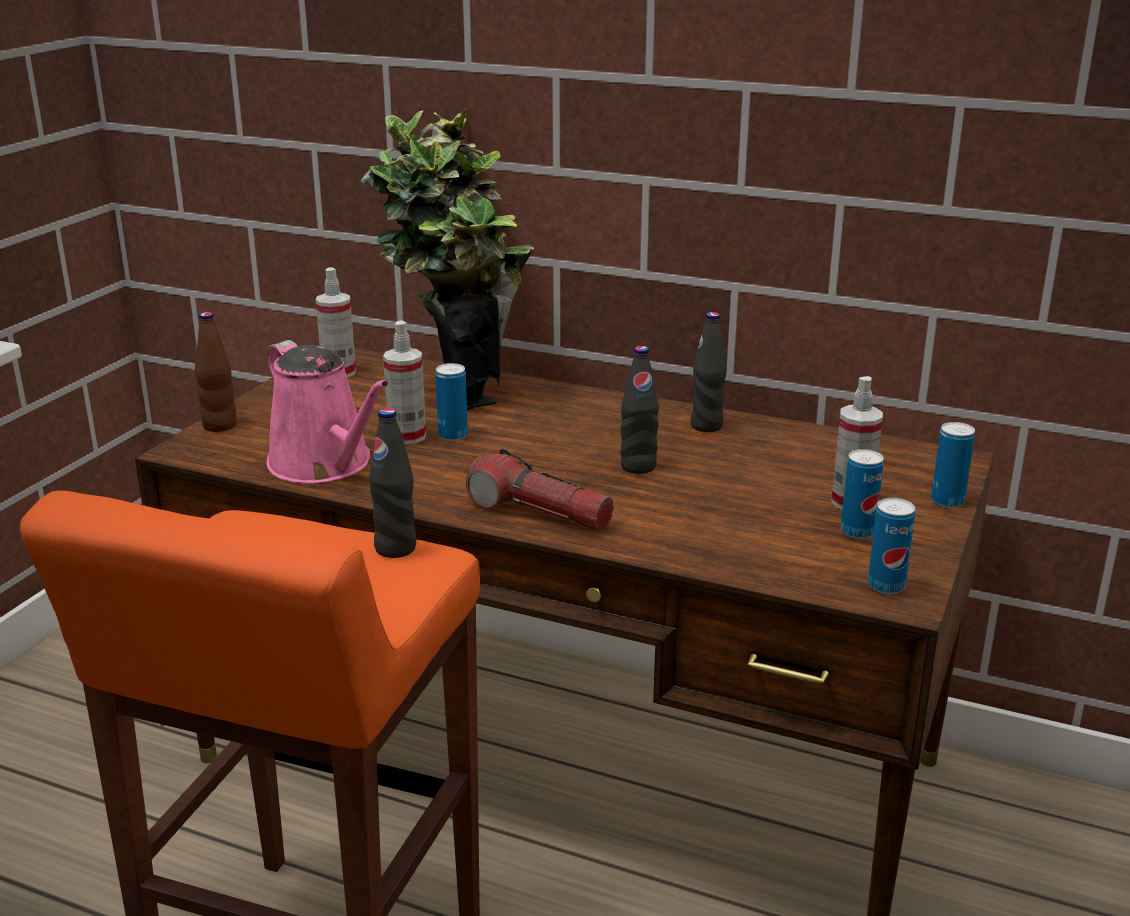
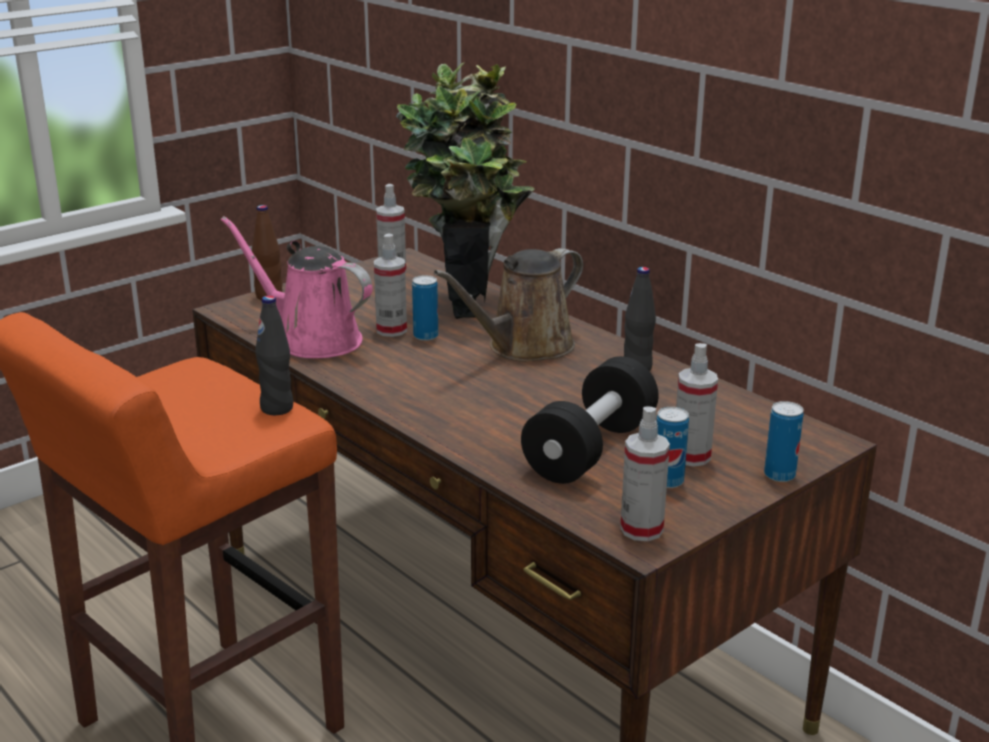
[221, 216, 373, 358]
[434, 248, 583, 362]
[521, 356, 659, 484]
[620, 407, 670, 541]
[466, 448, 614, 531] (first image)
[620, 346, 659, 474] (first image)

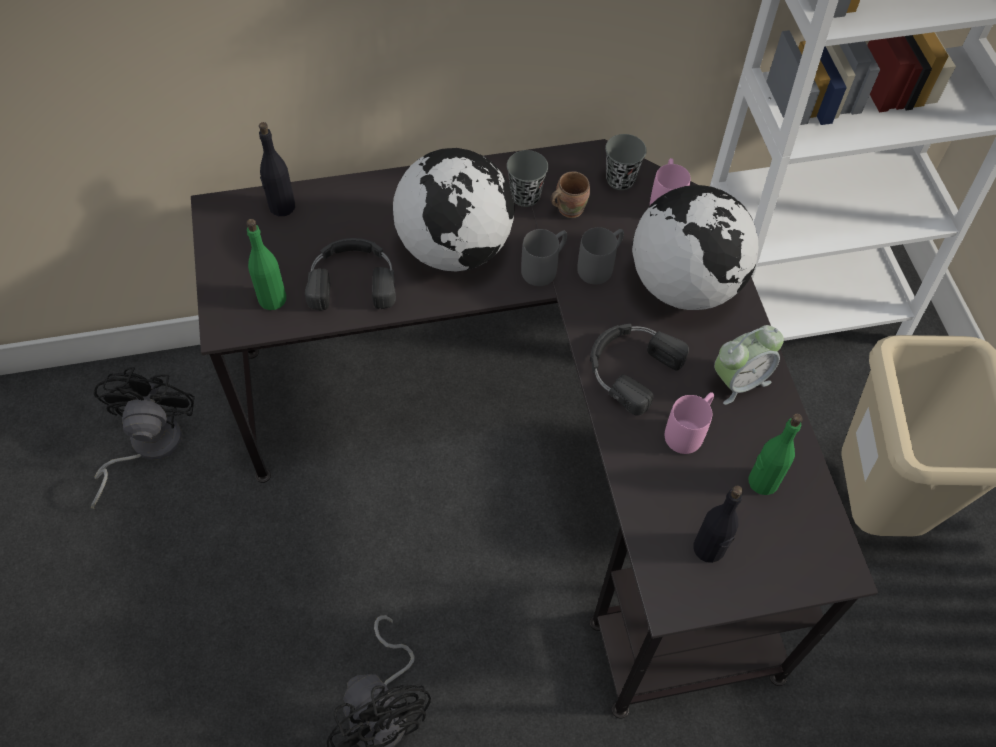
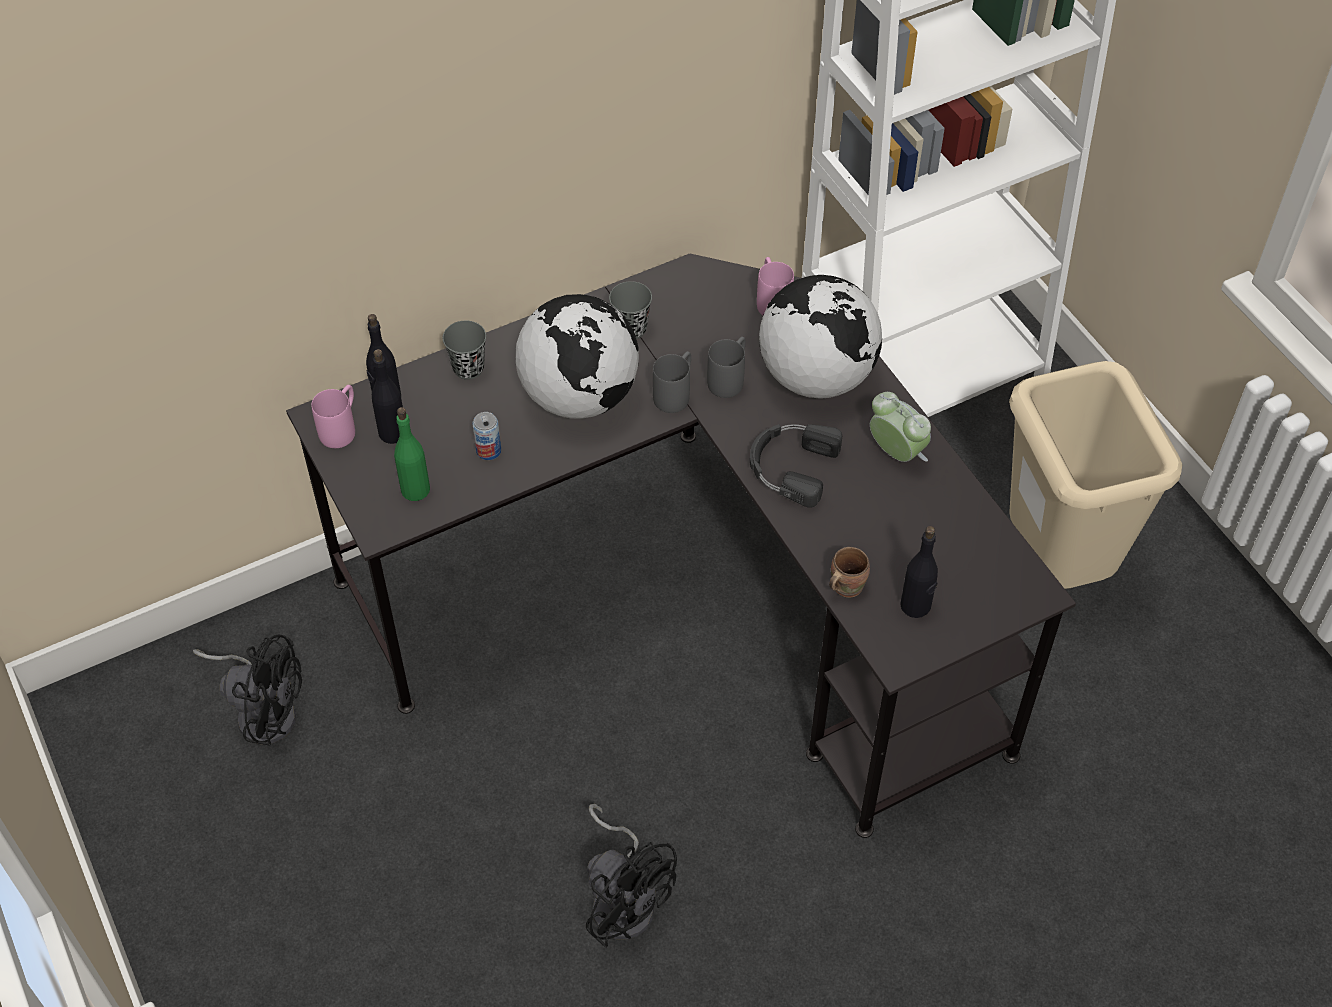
[193, 634, 302, 746]
[311, 385, 355, 448]
[372, 349, 403, 444]
[443, 321, 486, 380]
[472, 412, 501, 460]
[829, 547, 870, 598]
[870, 392, 931, 462]
[749, 414, 803, 495] (first image)

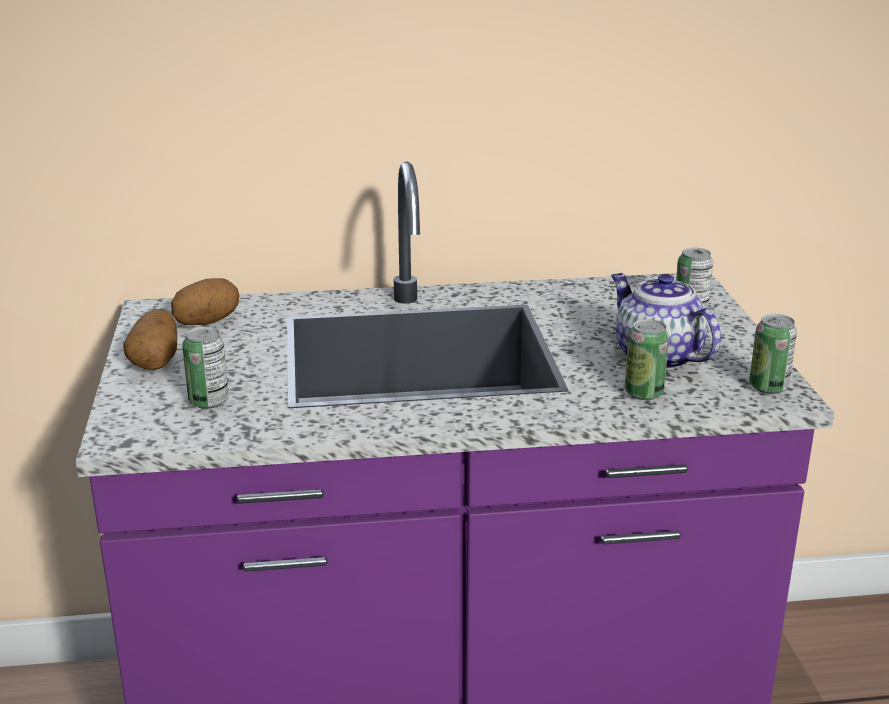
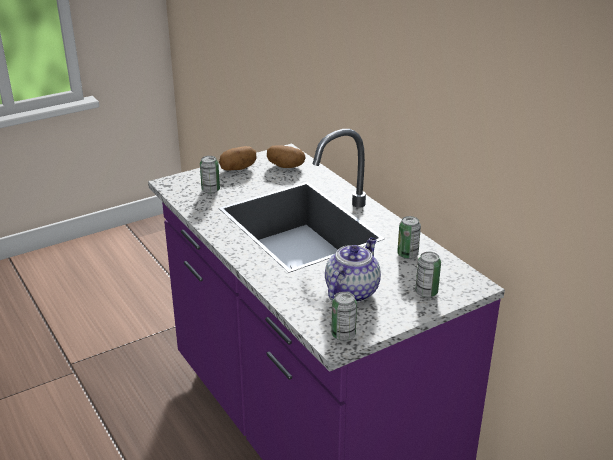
[397, 216, 421, 259]

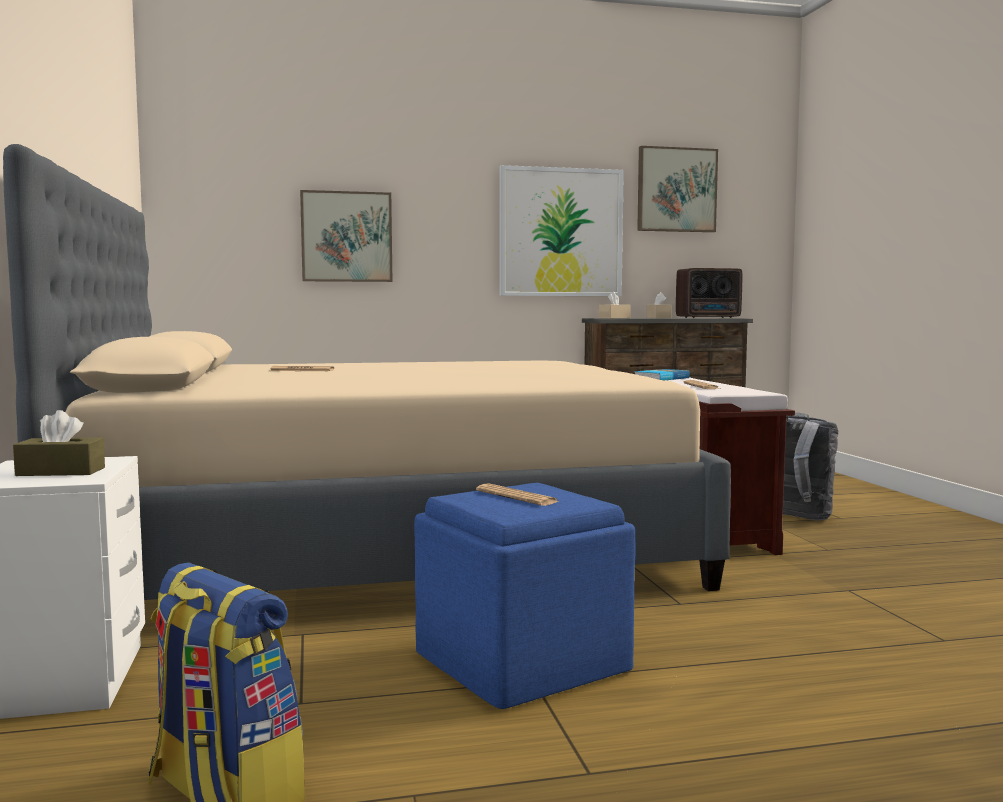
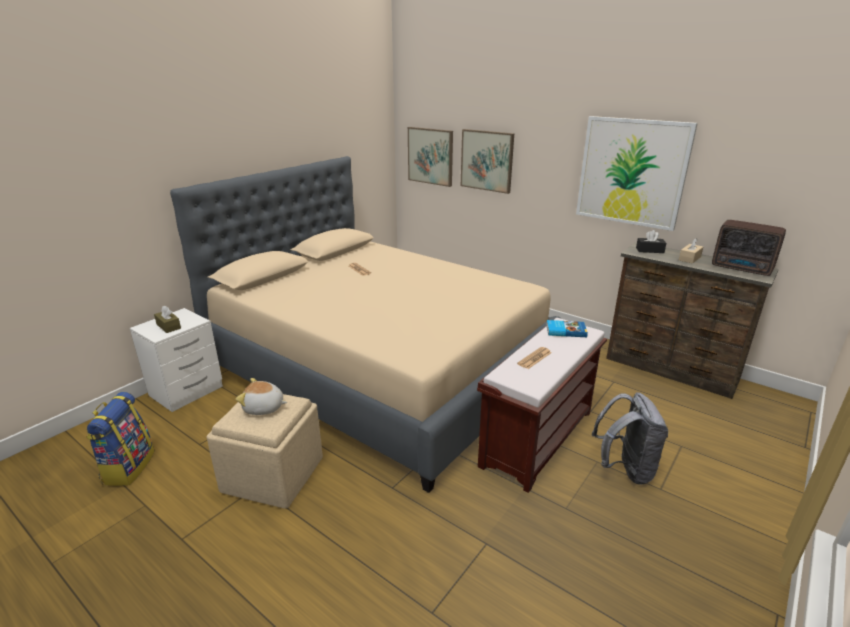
[207, 394, 323, 509]
[236, 378, 287, 415]
[408, 127, 453, 187]
[636, 230, 666, 253]

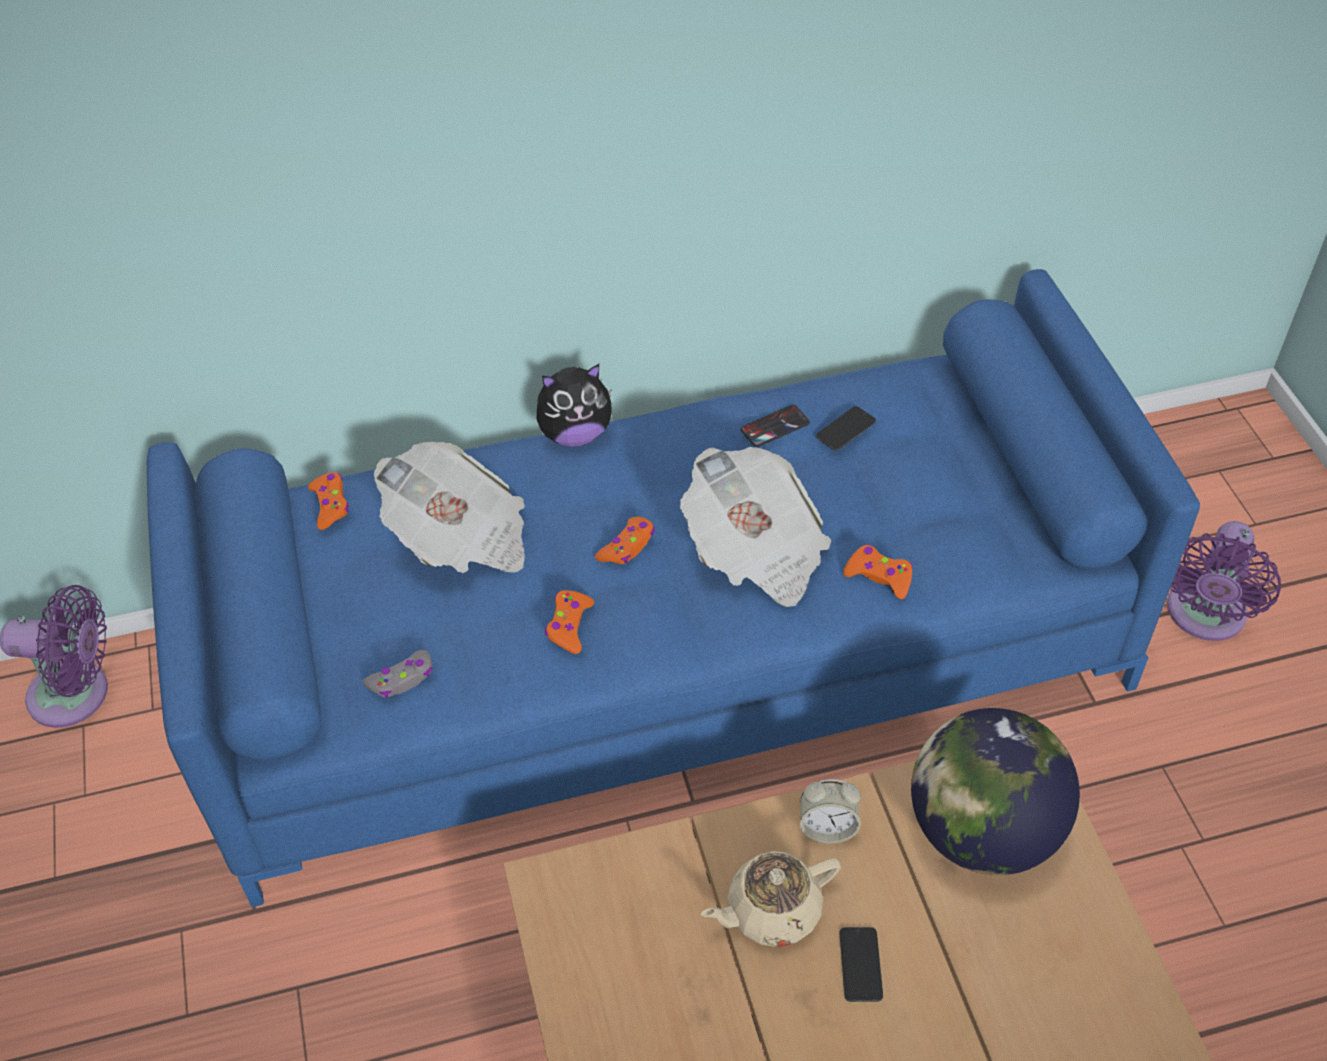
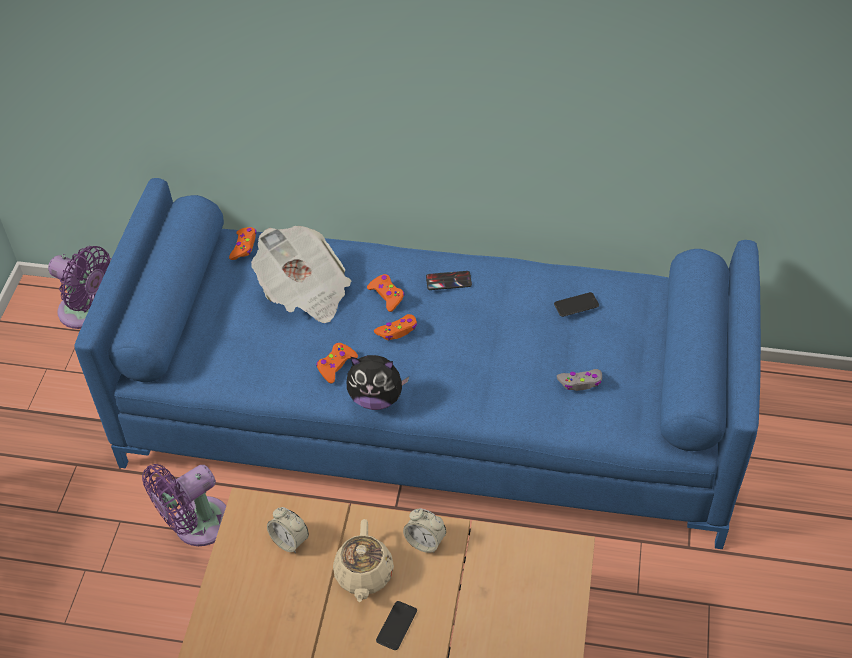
[142, 464, 226, 546]
[267, 507, 309, 553]
[333, 519, 394, 603]
[347, 355, 409, 410]
[367, 274, 405, 312]
[426, 271, 472, 290]
[557, 369, 602, 391]
[680, 447, 832, 607] (first image)
[911, 708, 1080, 875] (first image)

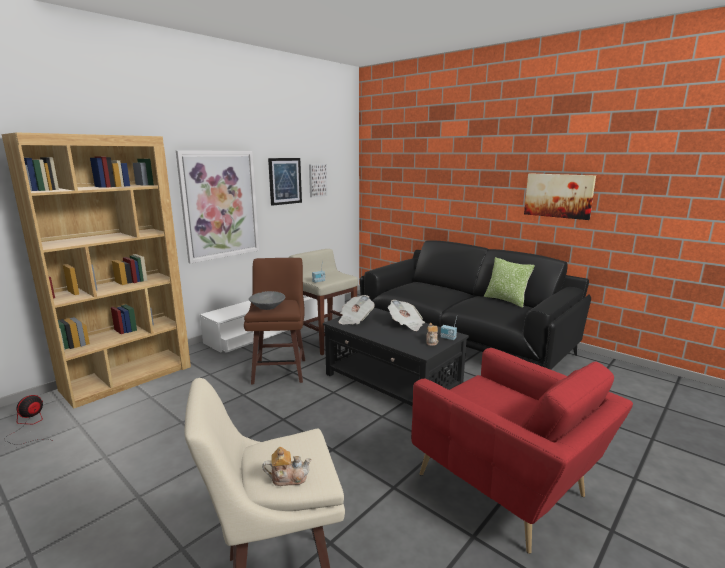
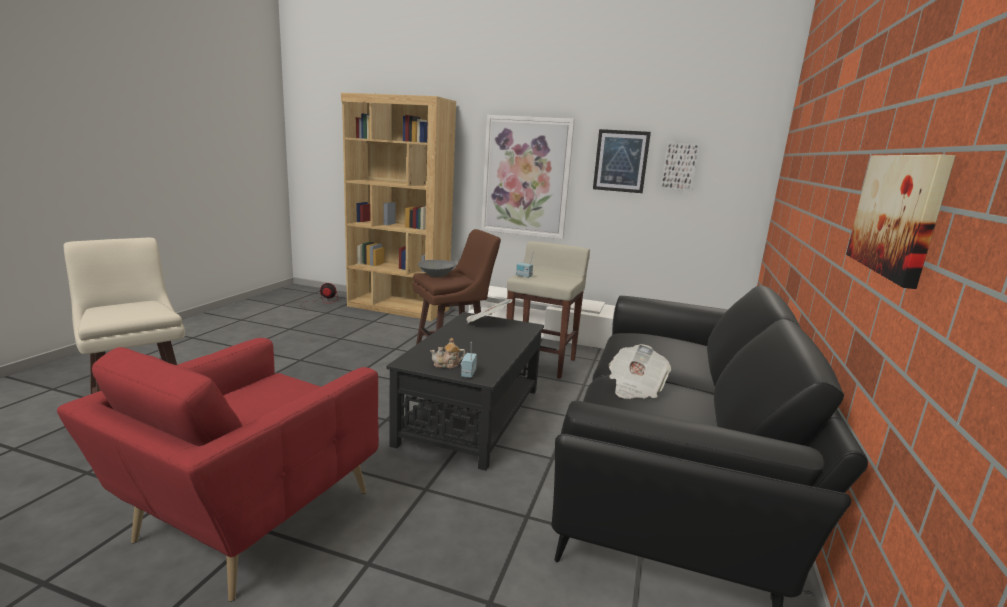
[608, 344, 671, 399]
[262, 447, 312, 486] (first image)
[484, 257, 535, 308] (first image)

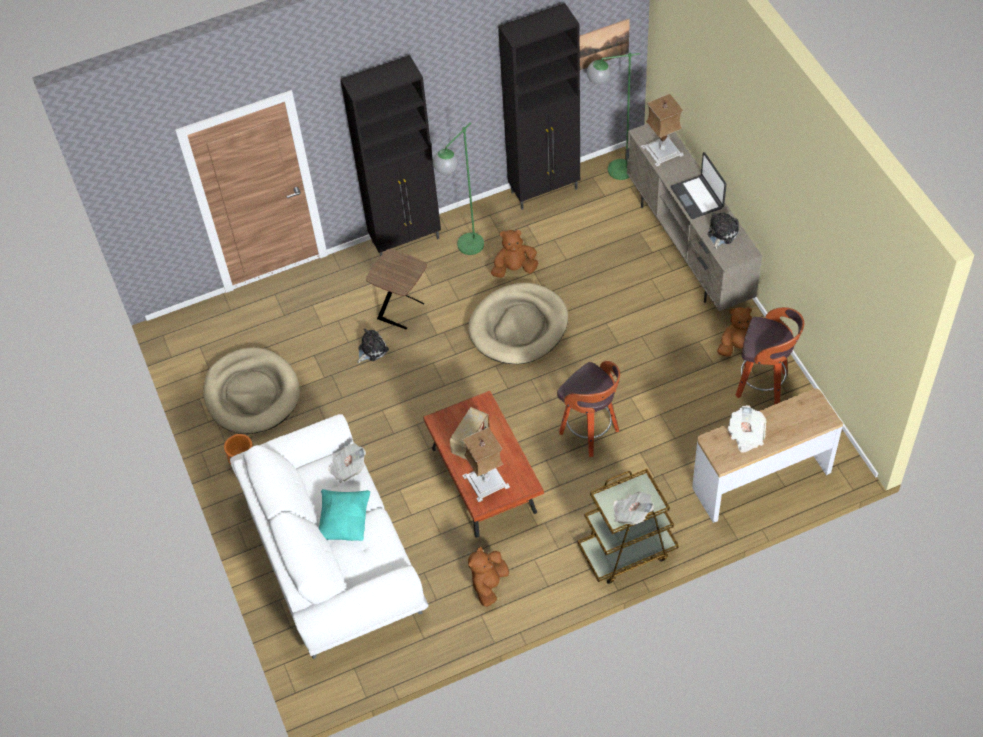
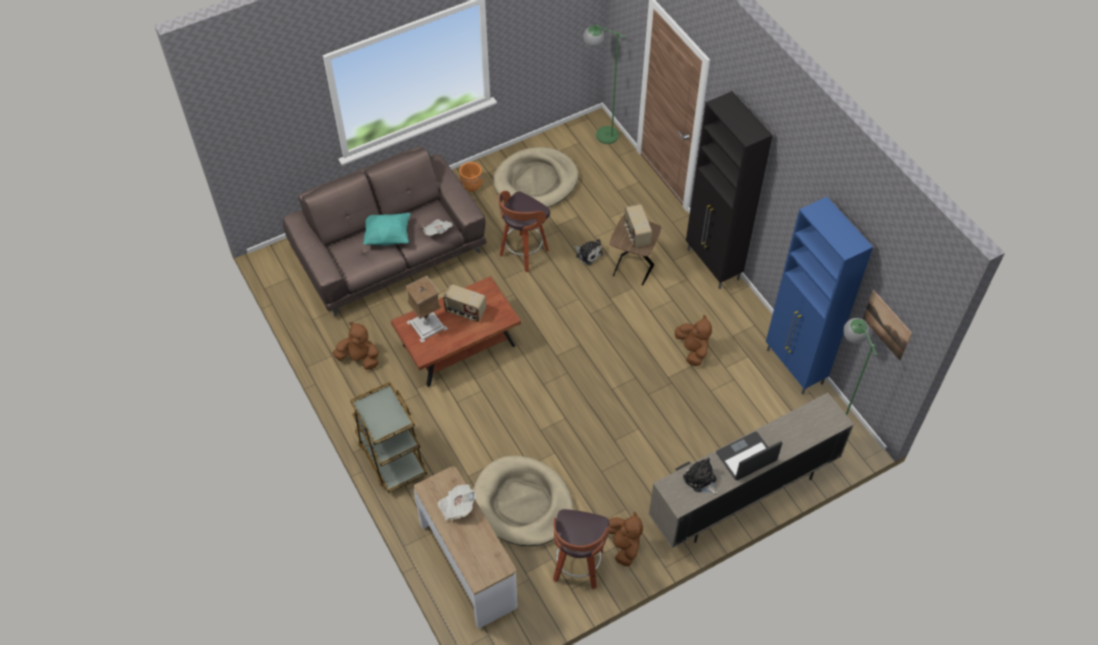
[283, 146, 487, 316]
[473, 455, 573, 546]
[498, 191, 550, 272]
[583, 25, 626, 144]
[624, 204, 652, 248]
[683, 458, 718, 495]
[766, 197, 873, 395]
[613, 492, 654, 525] (first image)
[641, 94, 684, 167] (first image)

